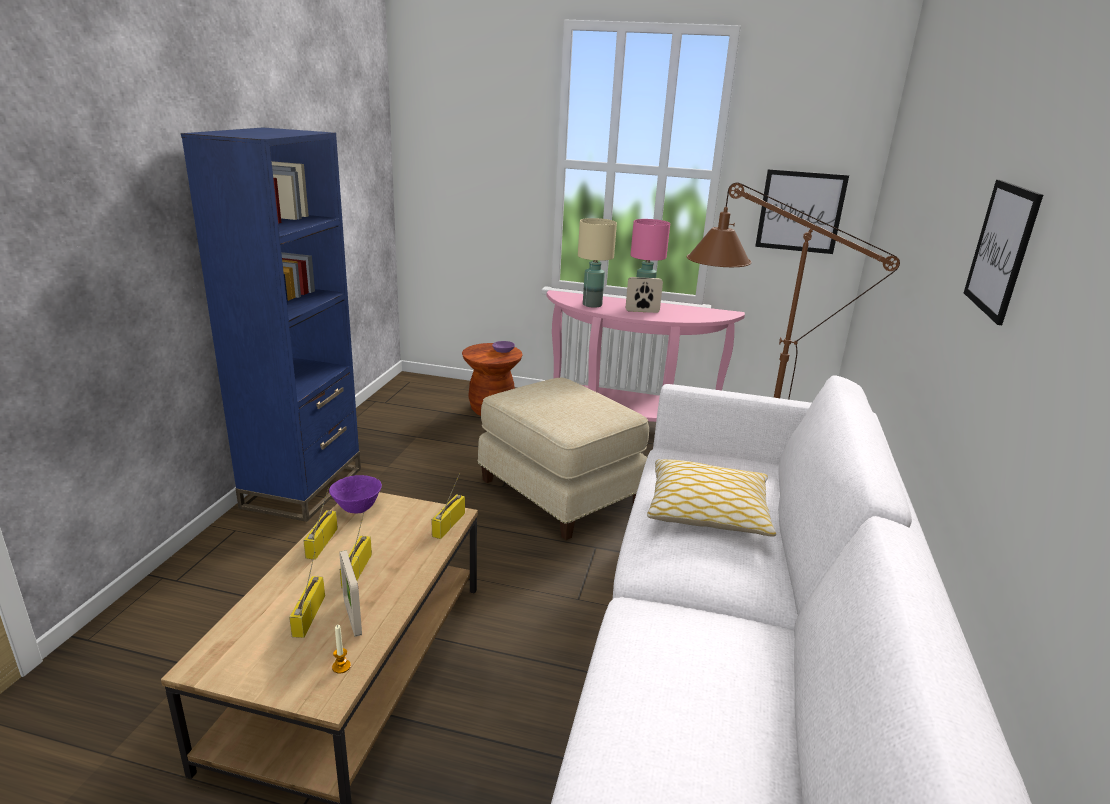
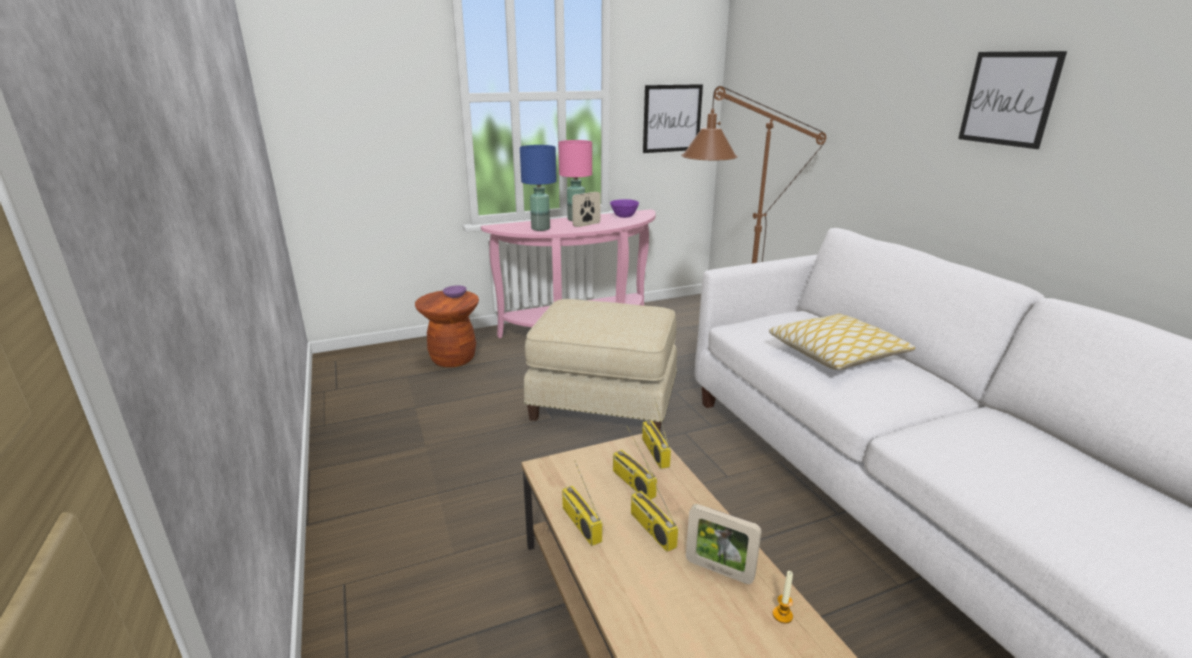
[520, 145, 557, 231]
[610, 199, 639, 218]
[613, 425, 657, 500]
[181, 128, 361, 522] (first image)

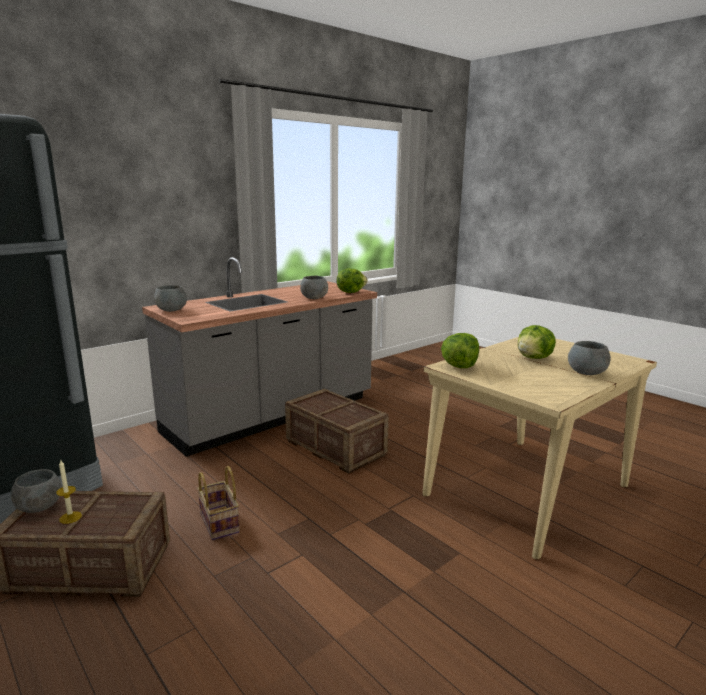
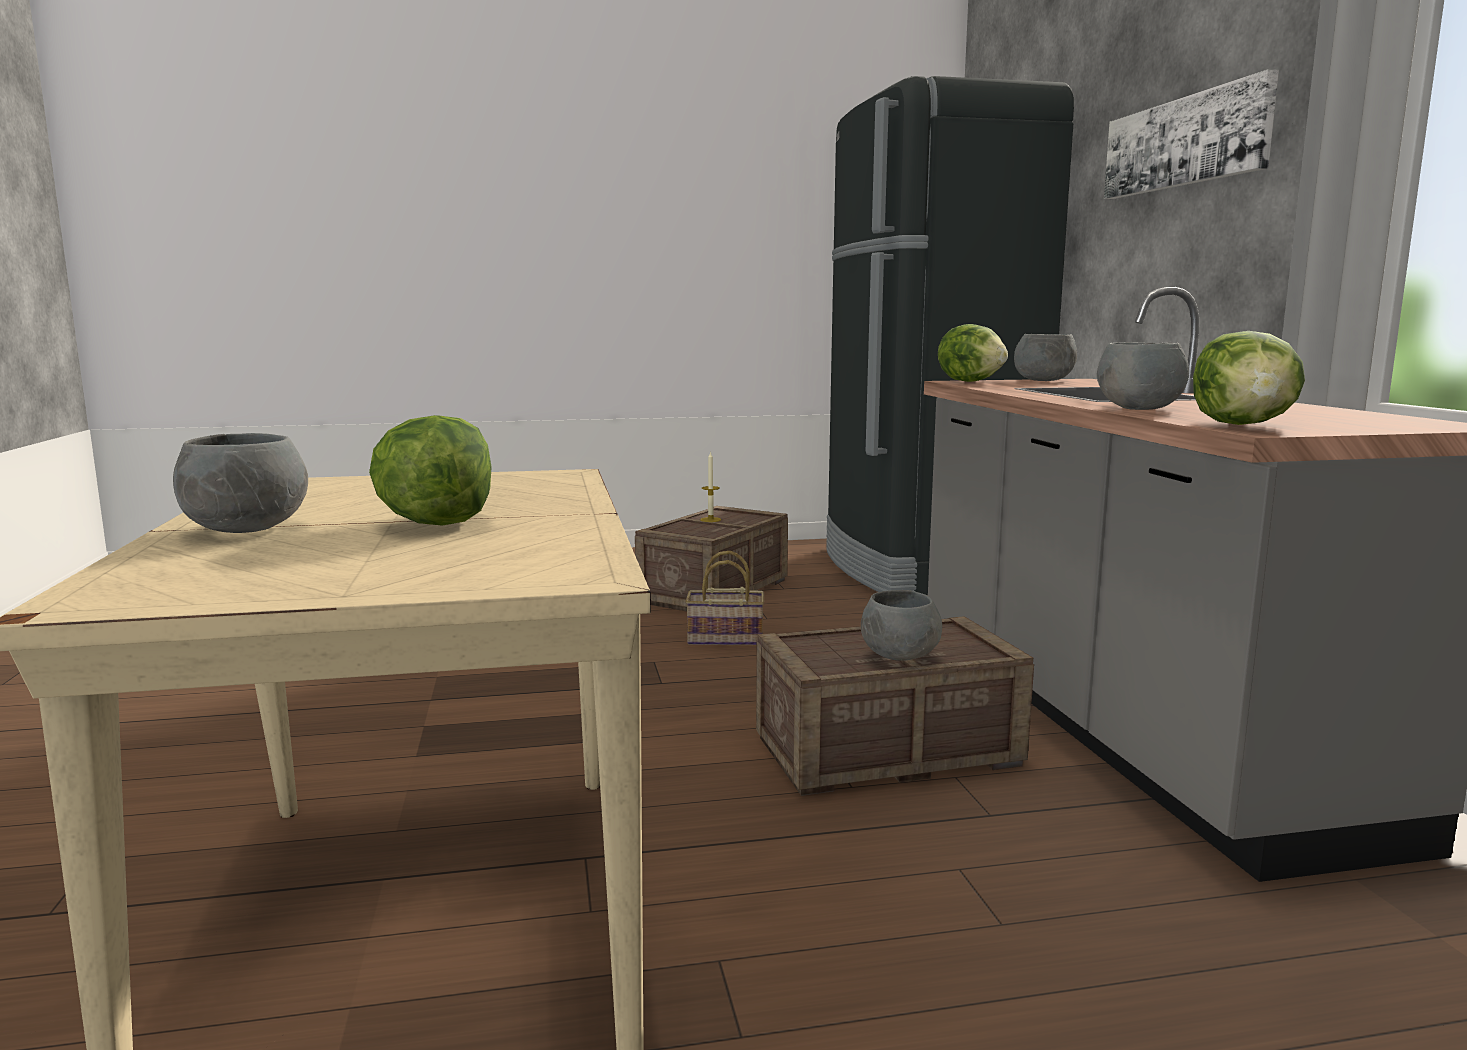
[861, 590, 942, 661]
[938, 324, 1008, 382]
[1104, 69, 1279, 199]

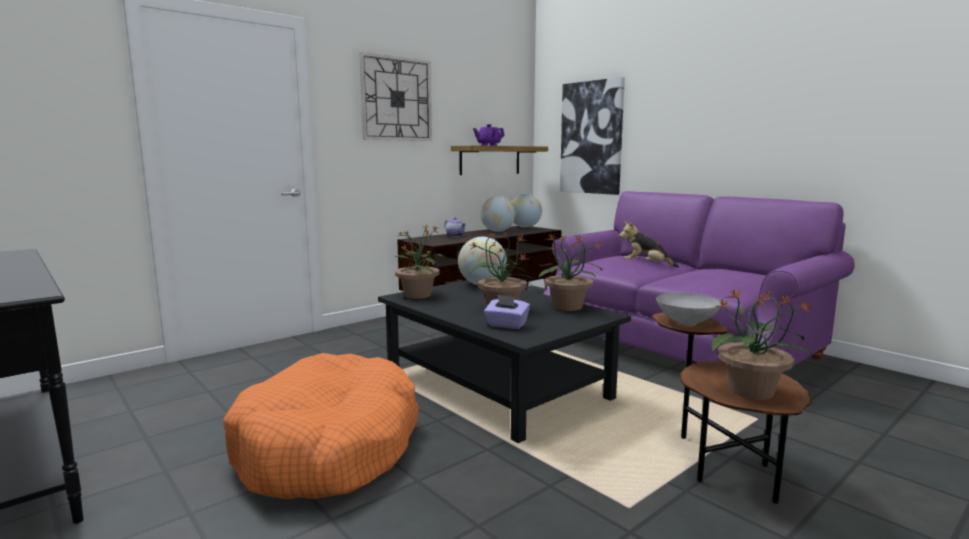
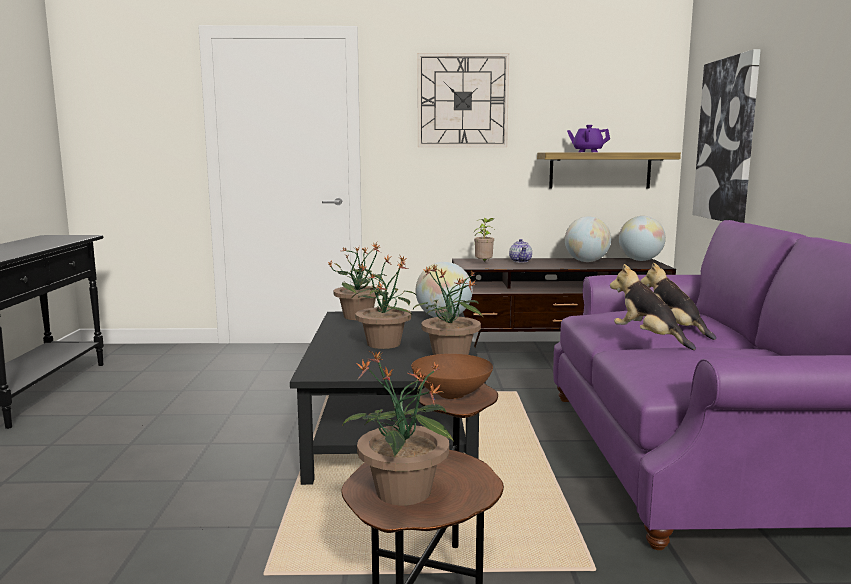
[411, 354, 493, 399]
[474, 218, 494, 263]
[610, 264, 696, 350]
[223, 353, 419, 499] (first image)
[484, 295, 530, 329] (first image)

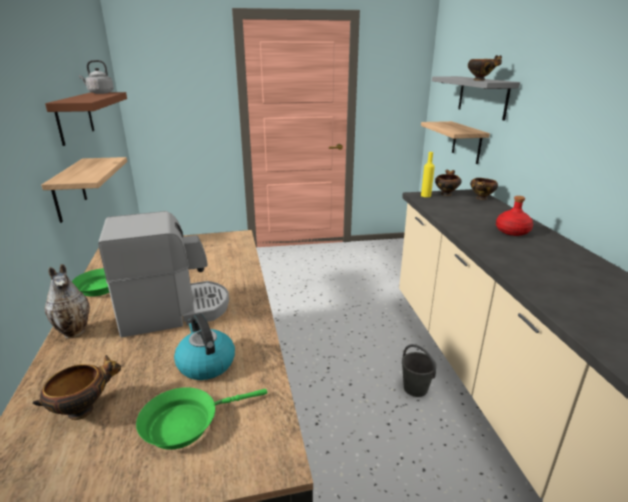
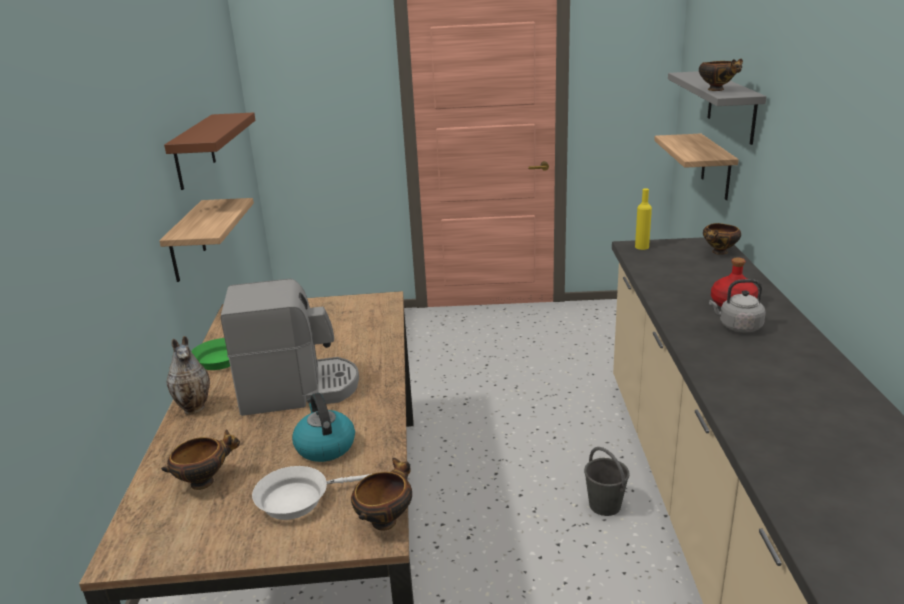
[252, 466, 371, 520]
[351, 458, 412, 531]
[709, 279, 766, 333]

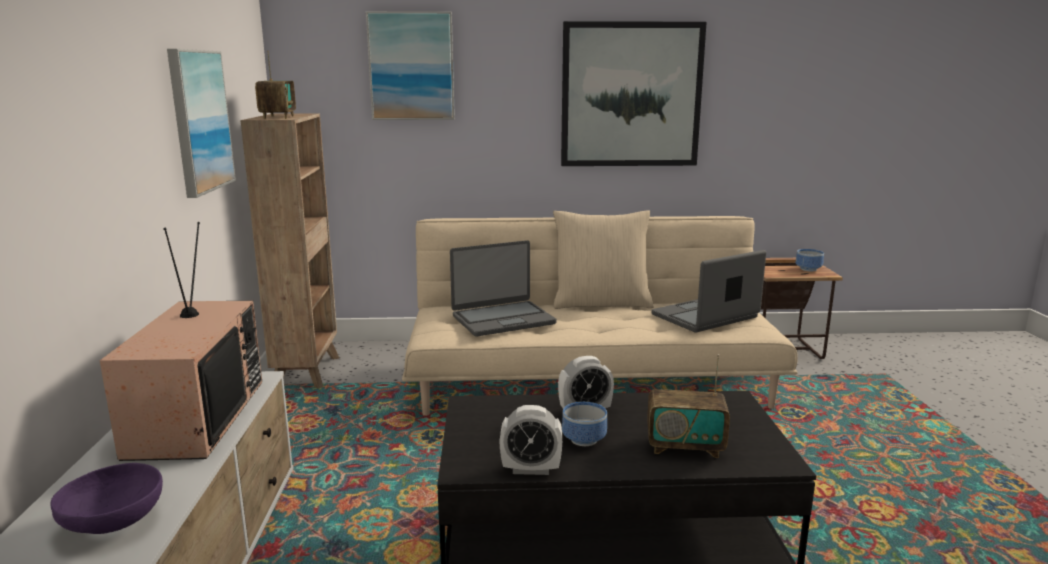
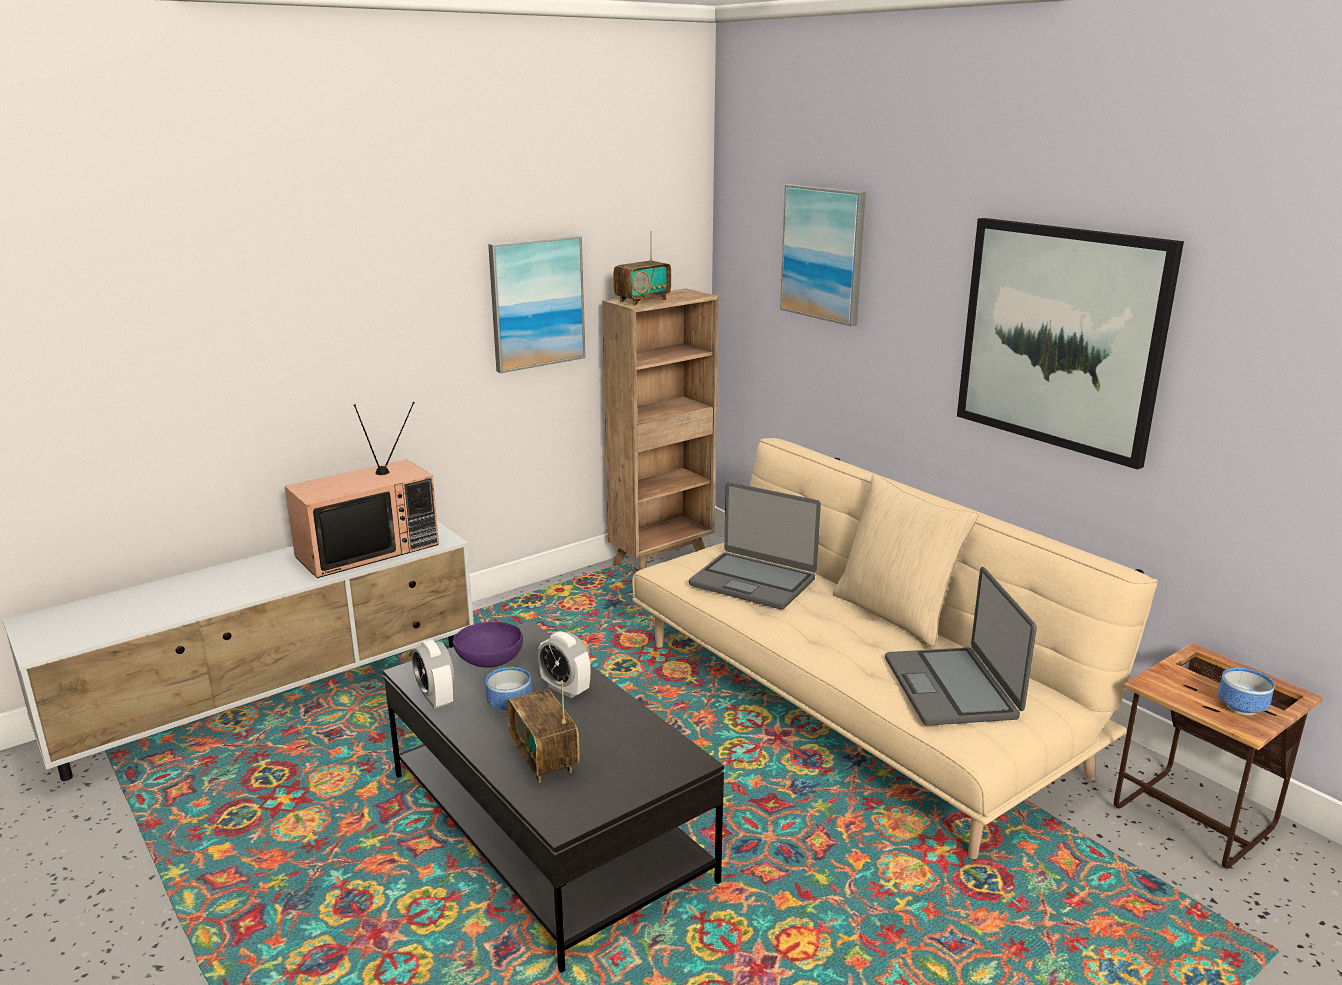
[453, 622, 523, 667]
[885, 567, 1037, 726]

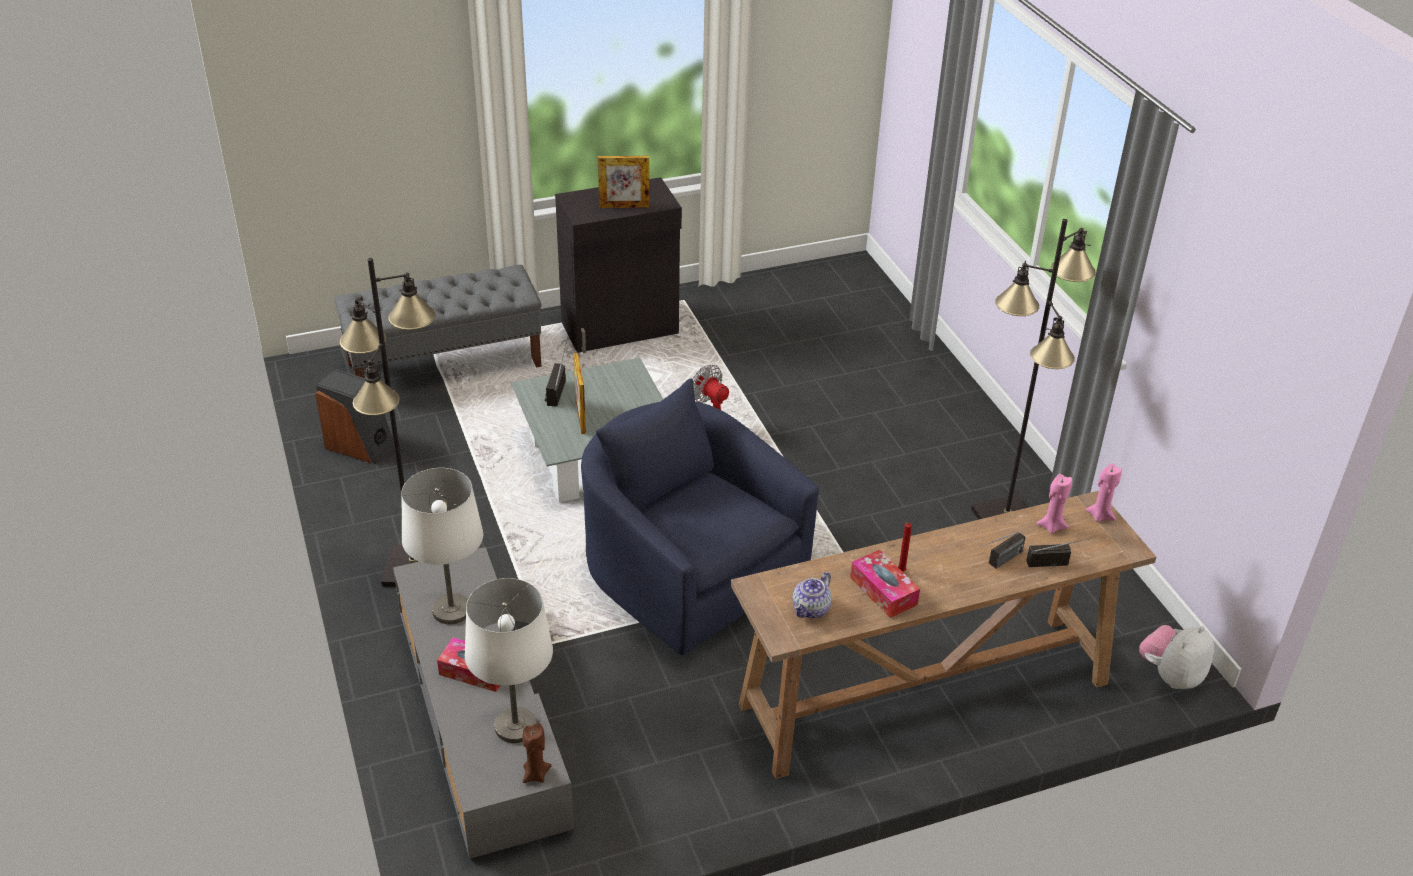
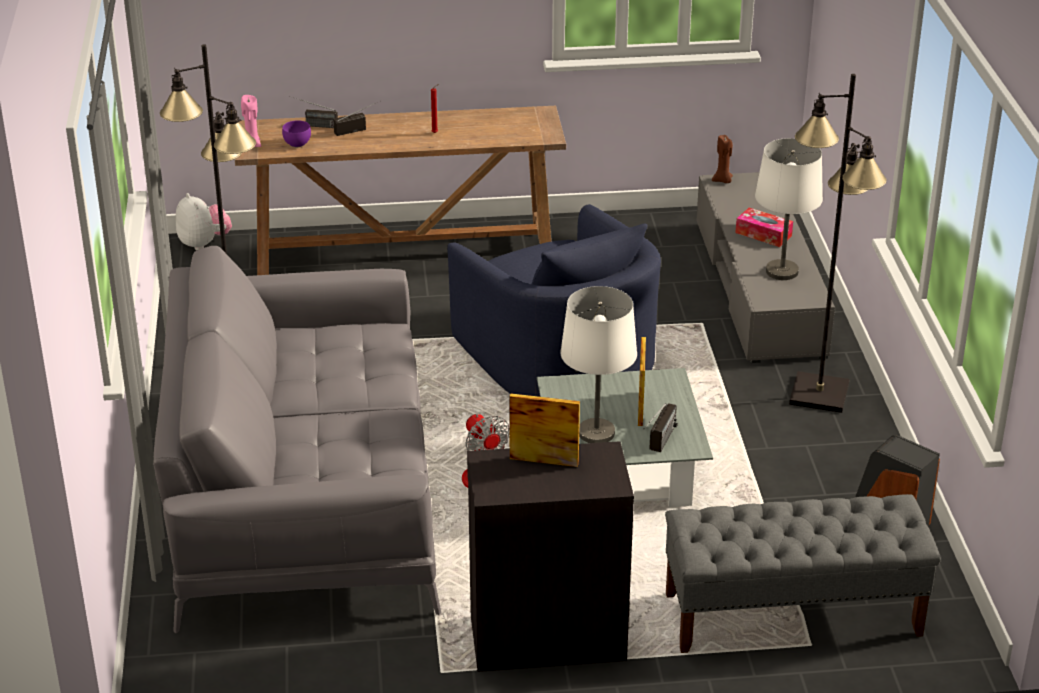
[153, 246, 441, 633]
[176, 193, 232, 251]
[282, 120, 311, 147]
[560, 286, 637, 443]
[792, 572, 832, 618] (first image)
[850, 550, 920, 618] (first image)

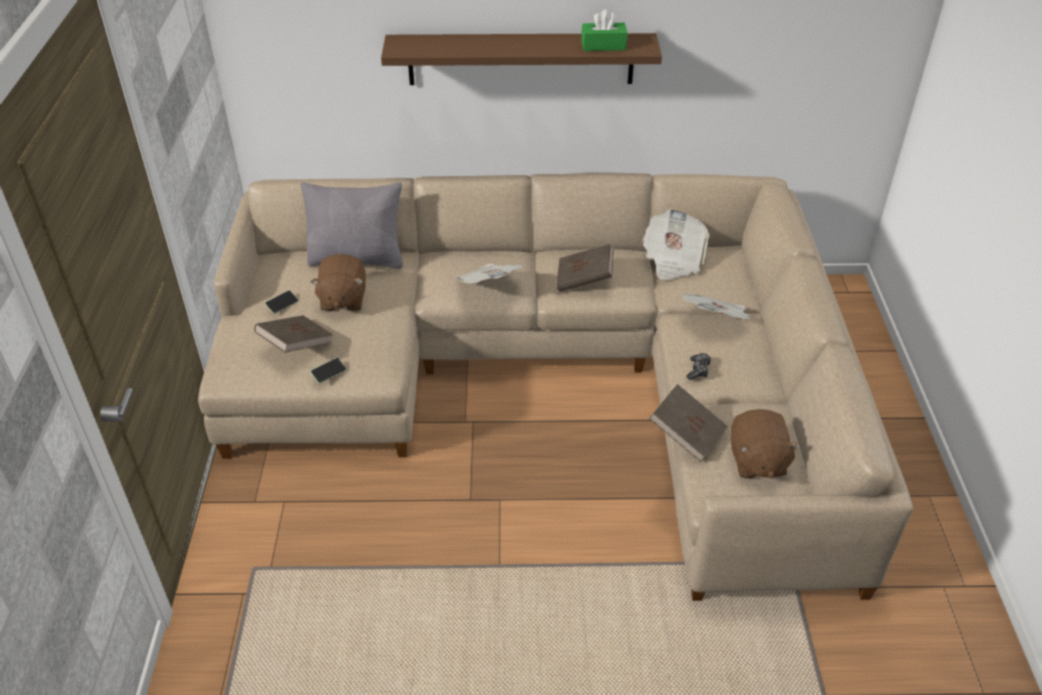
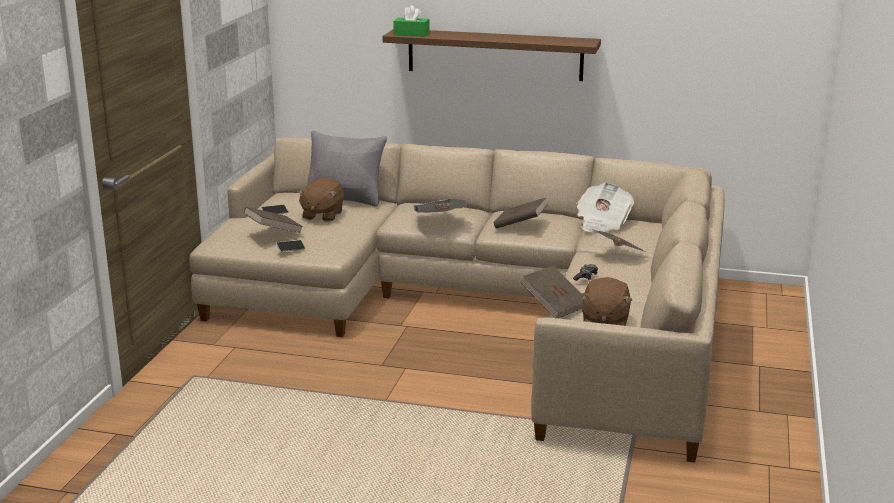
[393, 5, 429, 36]

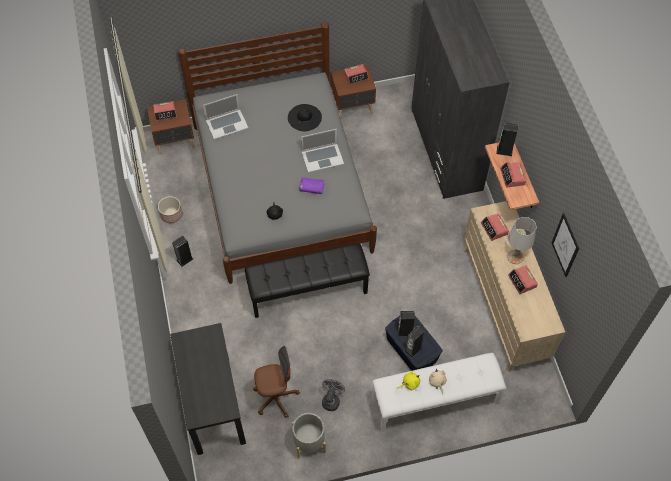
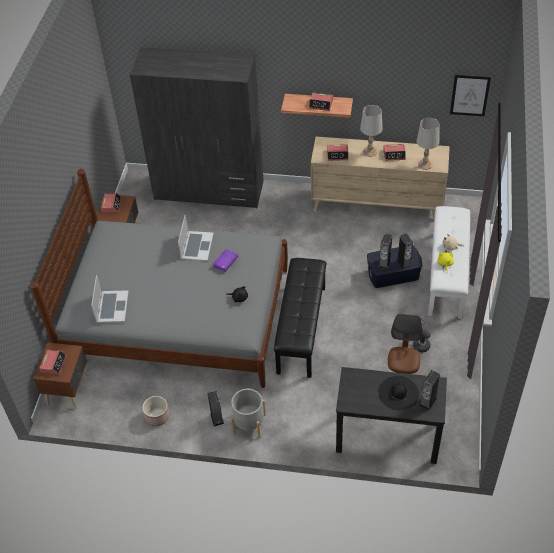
[231, 389, 266, 438]
[378, 376, 419, 410]
[416, 118, 439, 170]
[419, 370, 440, 410]
[450, 75, 491, 116]

